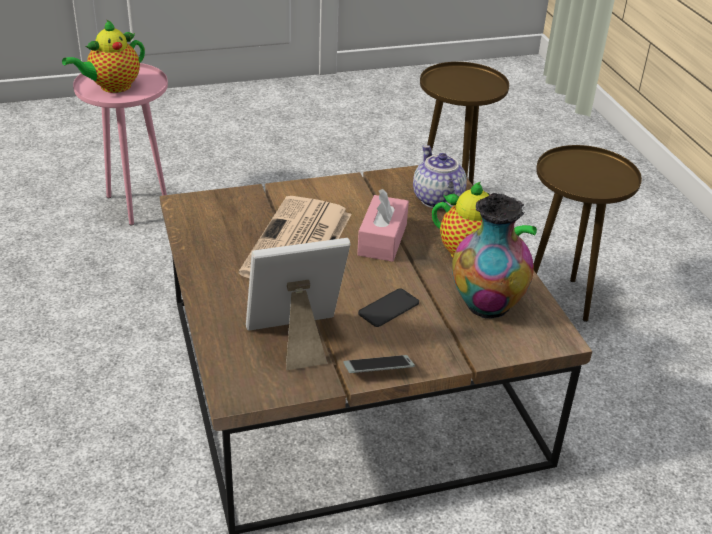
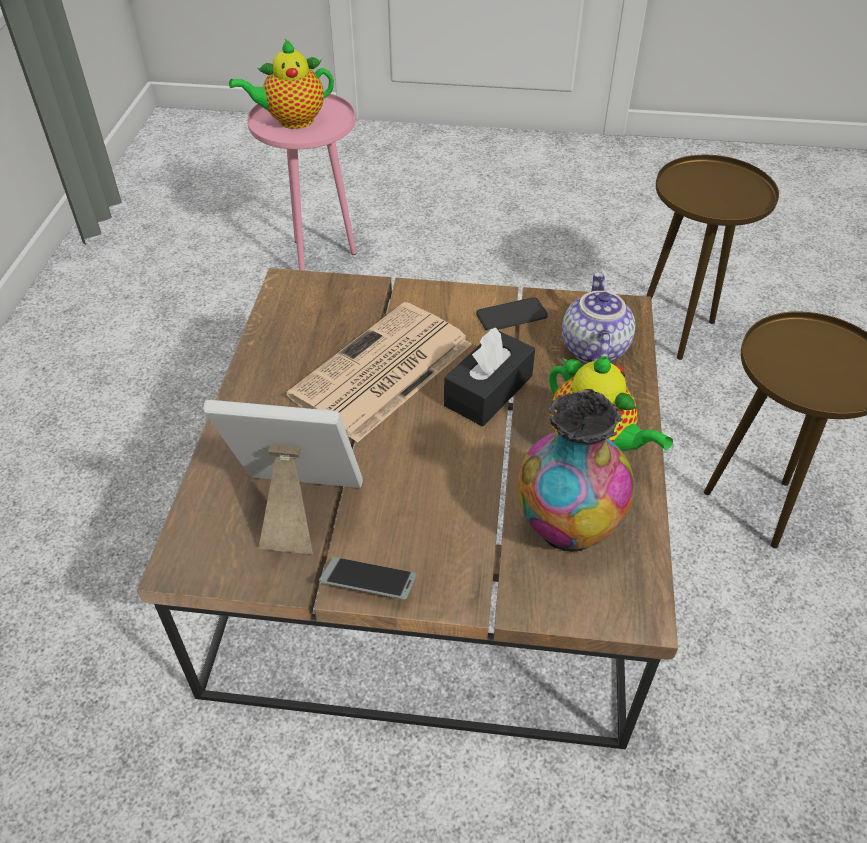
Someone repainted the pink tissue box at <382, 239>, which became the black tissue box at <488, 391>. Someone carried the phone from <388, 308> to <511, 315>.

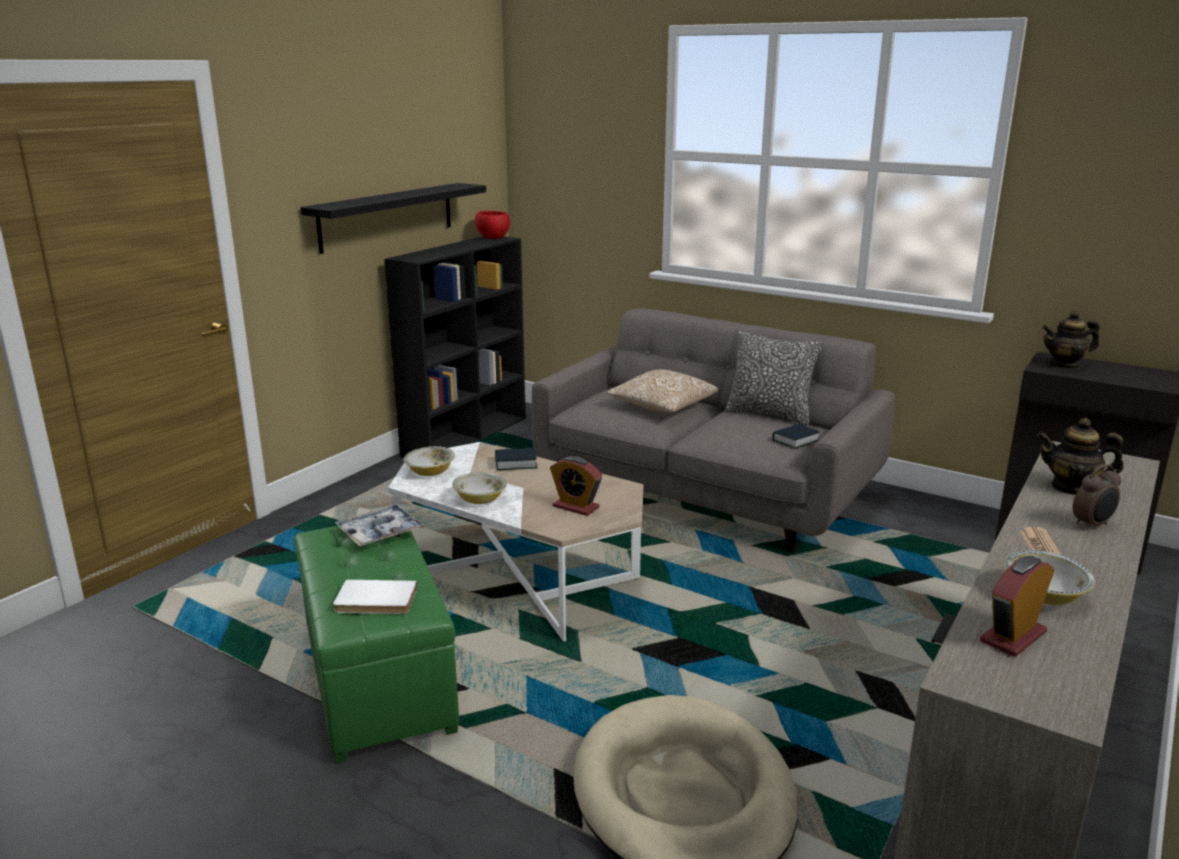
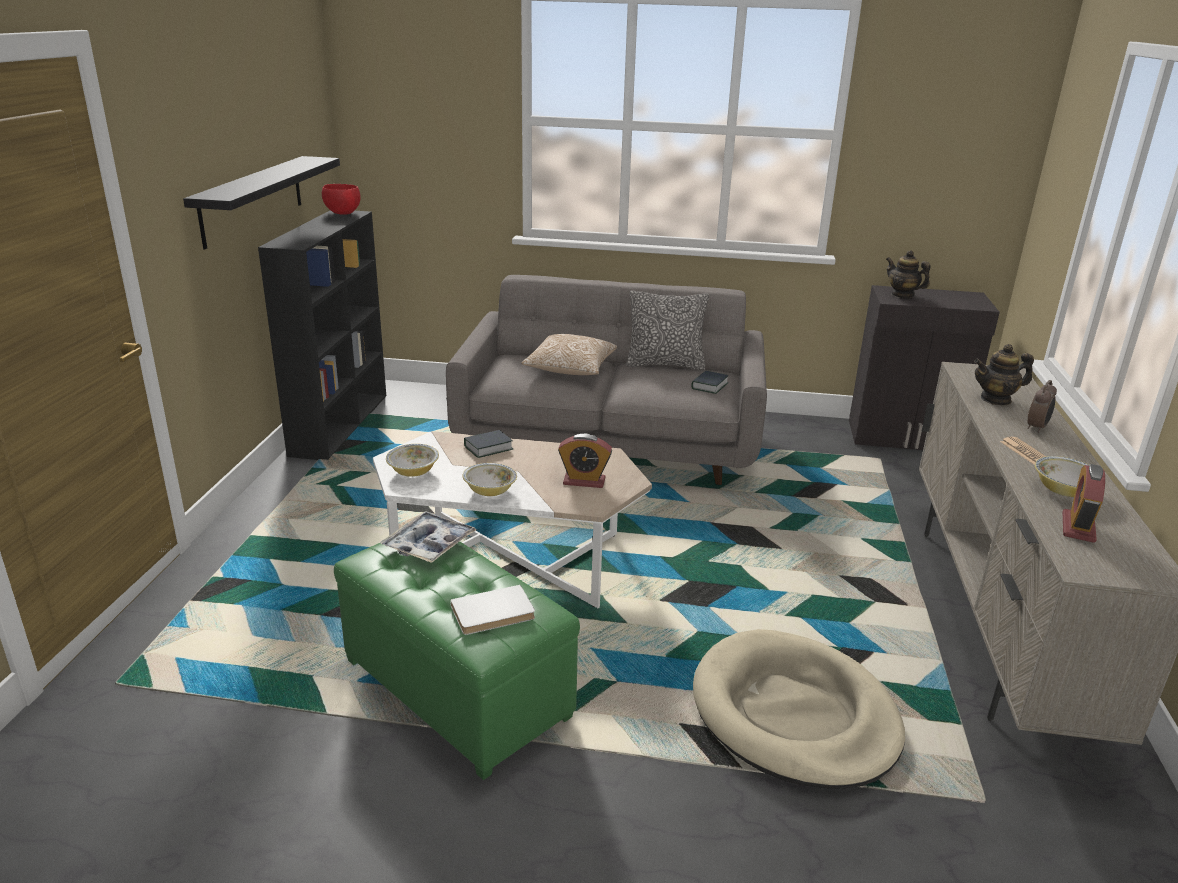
Someone rotated the teapot at <1065, 365> by 75 degrees clockwise.

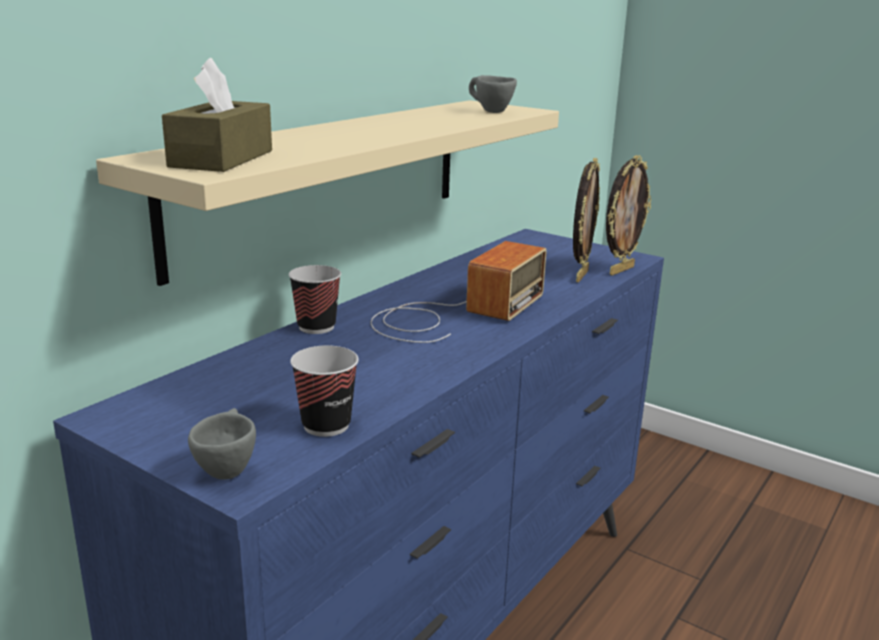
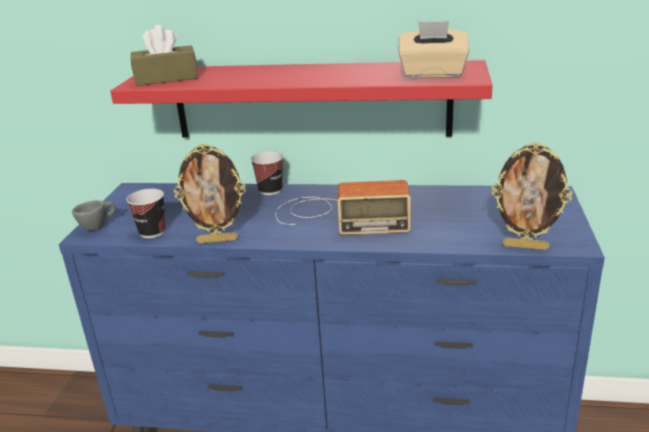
Someone repainted the beige shelf at <327, 179>, which became the red shelf at <310, 100>. Someone swapped the grey cup at <488, 111> for the beige tissue box at <432, 74>. Someone carried the picture frame from <580, 275> to <218, 240>.

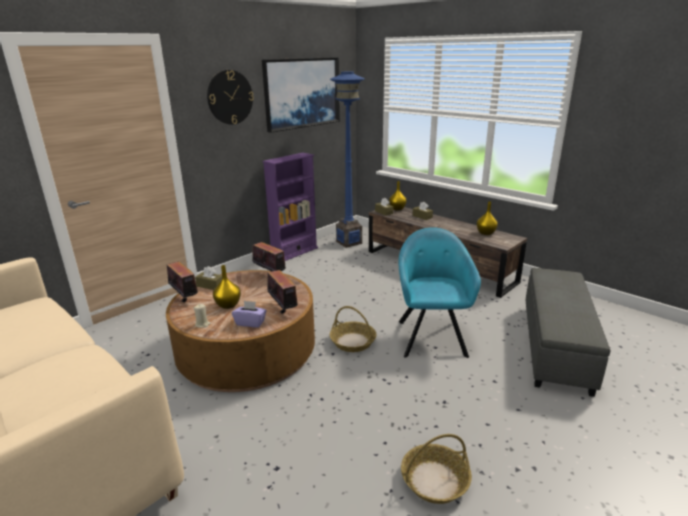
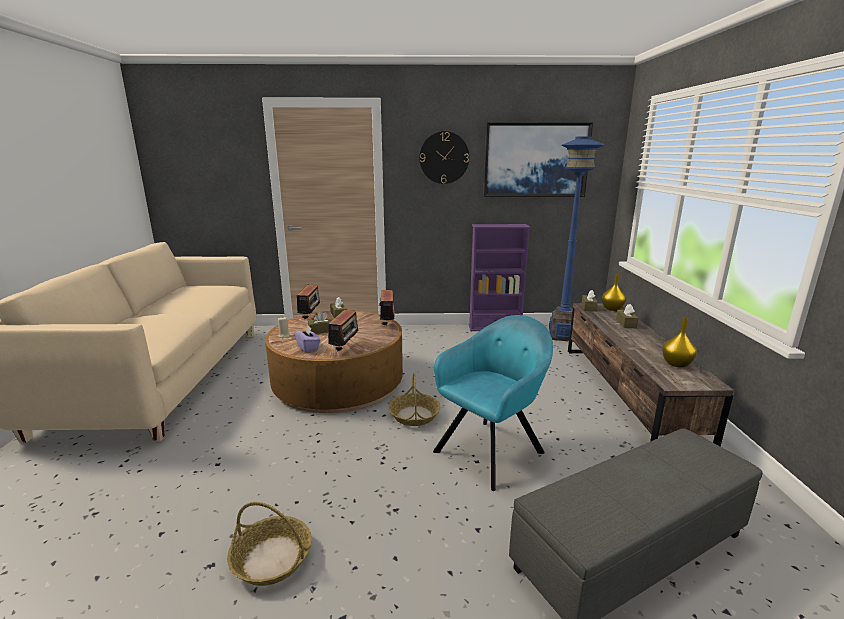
Someone swapped the yellow vase at <228, 305> for the brown tissue box at <321, 330>.

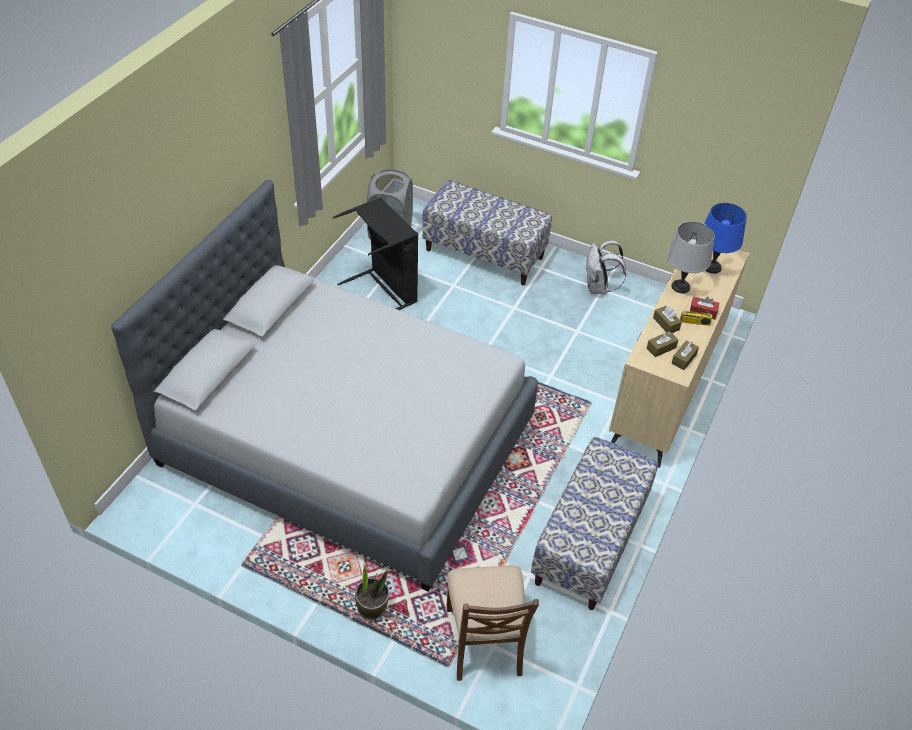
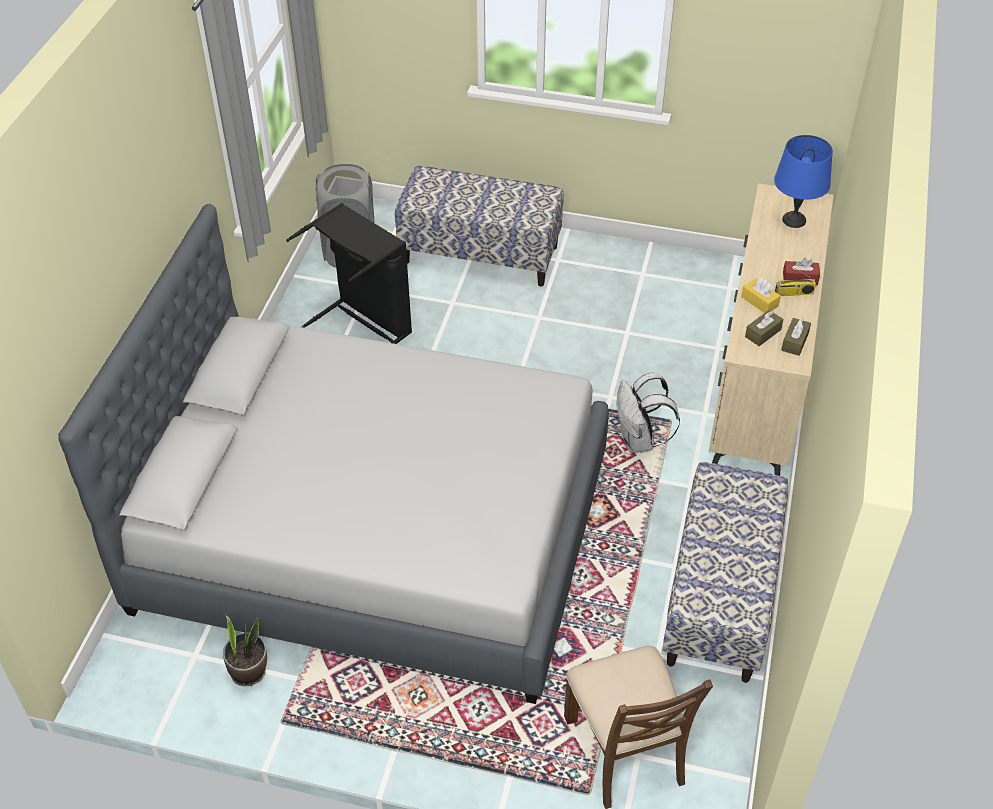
Someone carried the potted plant from <372, 608> to <249, 671>. Someone carried the white backpack from <598, 288> to <639, 441>. Someone repainted the brown tissue box at <666, 324>, which became the yellow tissue box at <759, 301>. Someone took away the grey table lamp at <680, 286>.

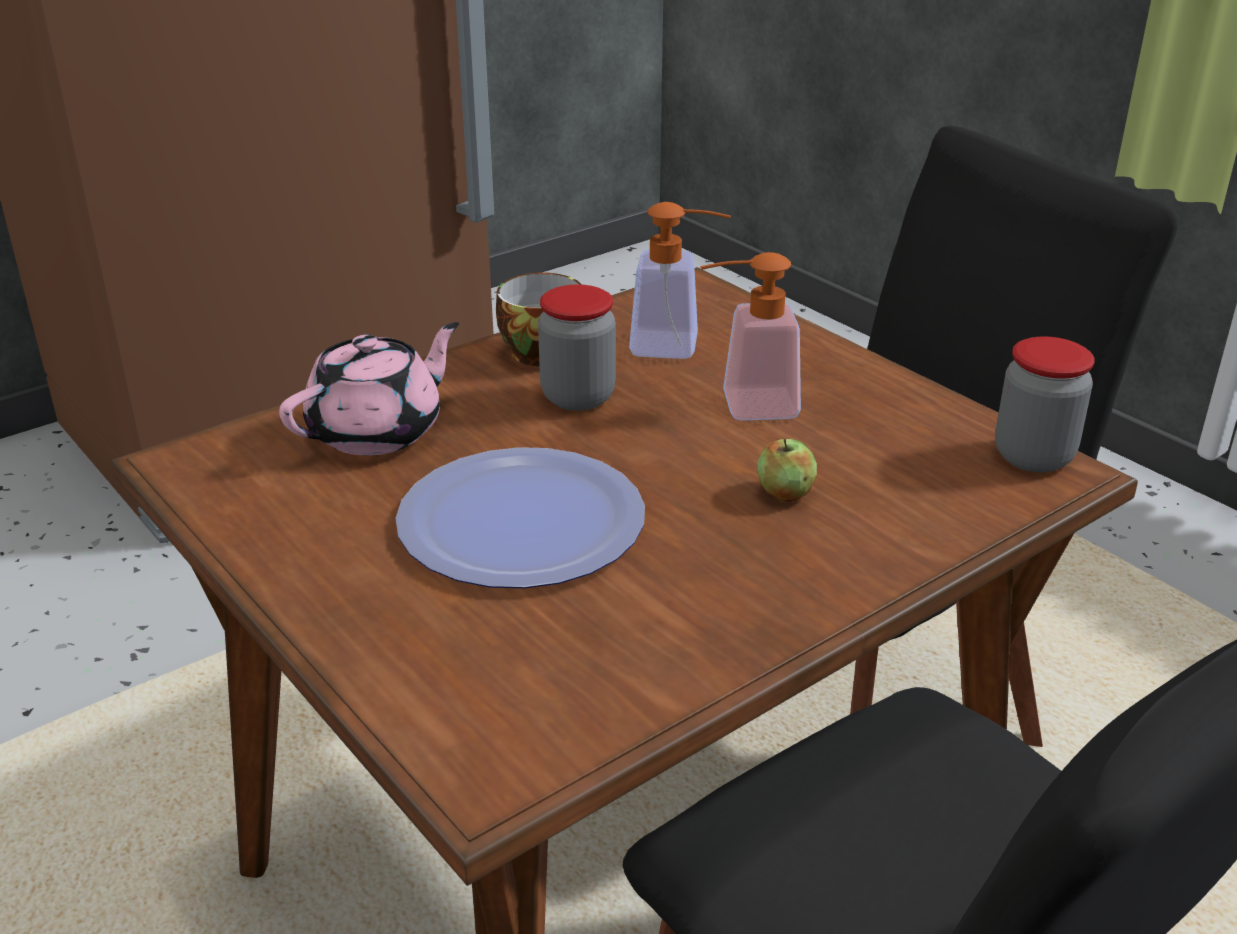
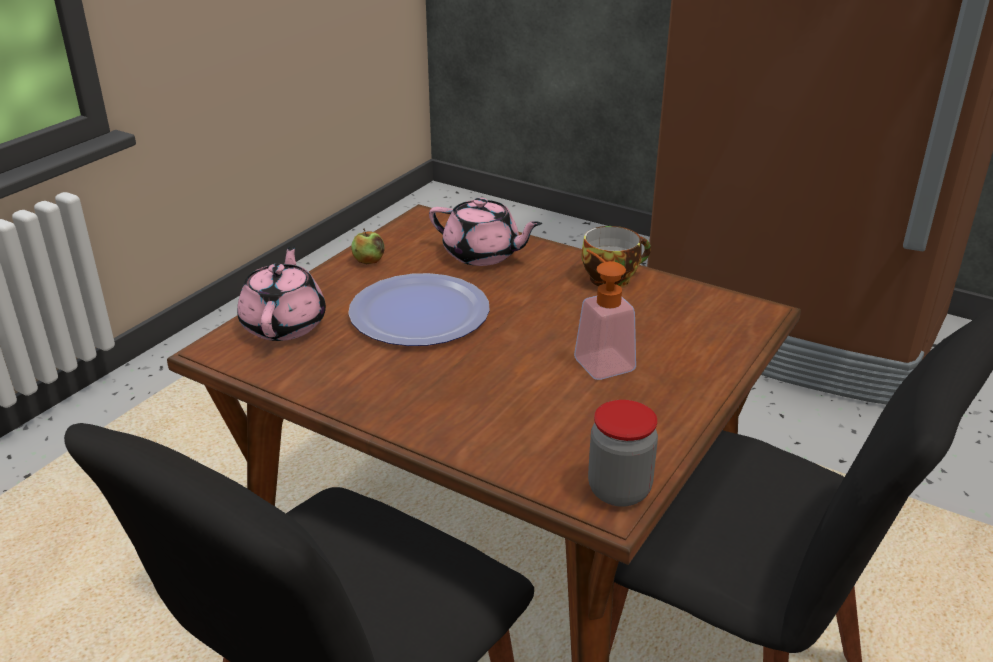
Someone took away the jar at <578, 397>. Someone took away the soap dispenser at <678, 347>. Someone carried the apple from <785, 493> to <369, 260>. Someone put down the pink teapot at <285, 324>.

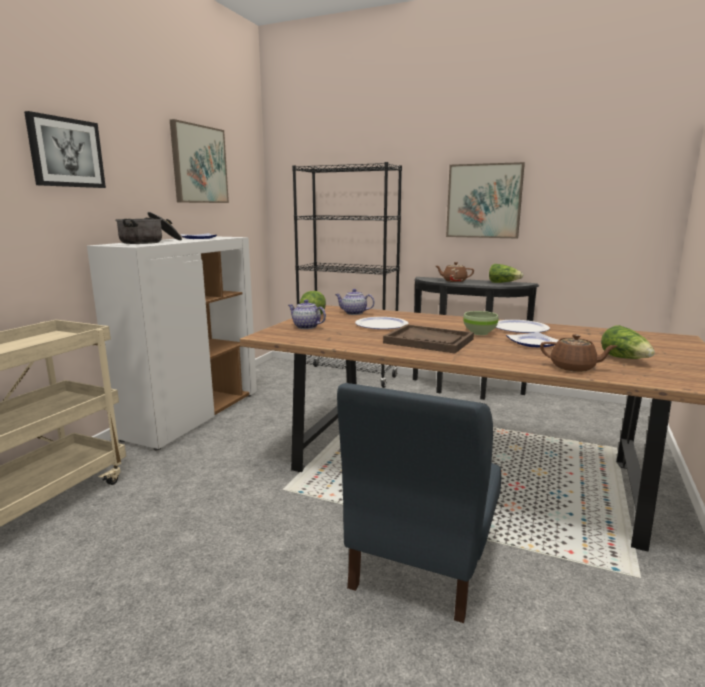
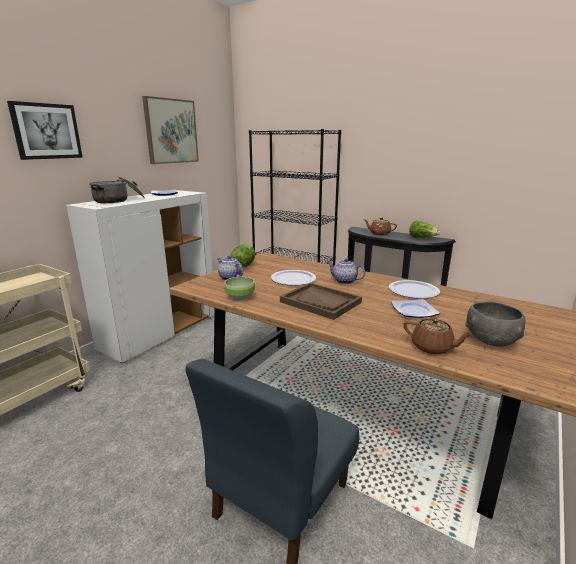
Someone carried the teapot from <353, 313> to <344, 281>. Someone took away the picture at <484, 201>. Someone carried the green bowl from <480, 333> to <240, 297>. Someone swapped the lettuce at <625, 359> for the grey bowl at <491, 340>.

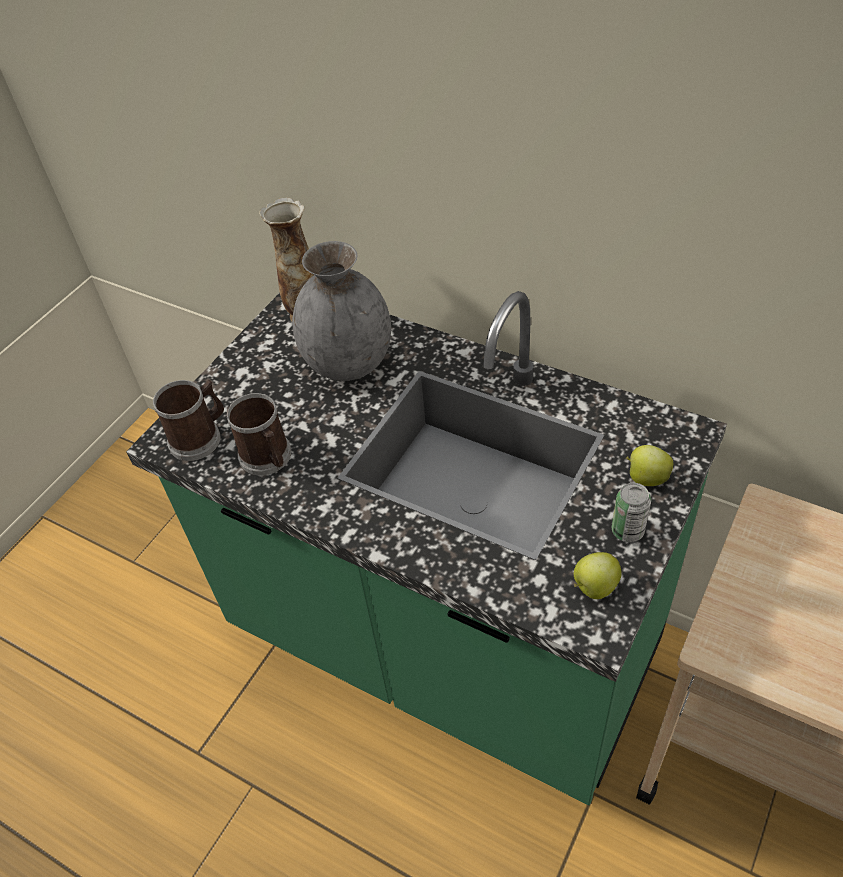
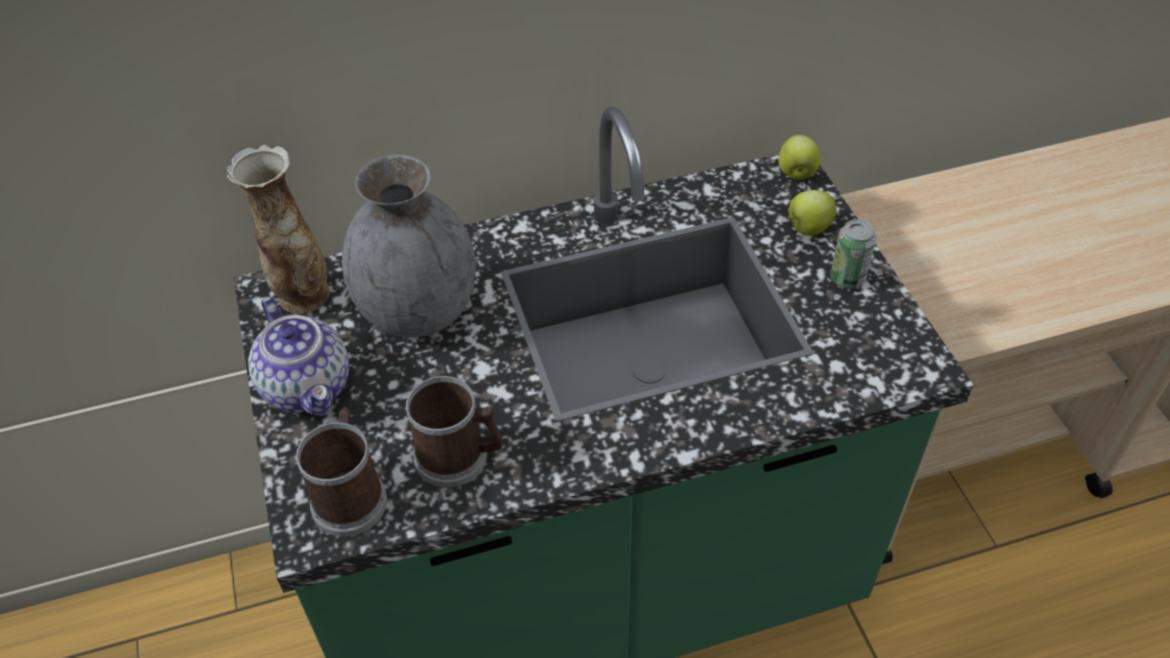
Someone carried the apple from <594, 587> to <796, 174>. Someone put down the teapot at <308, 387>.

